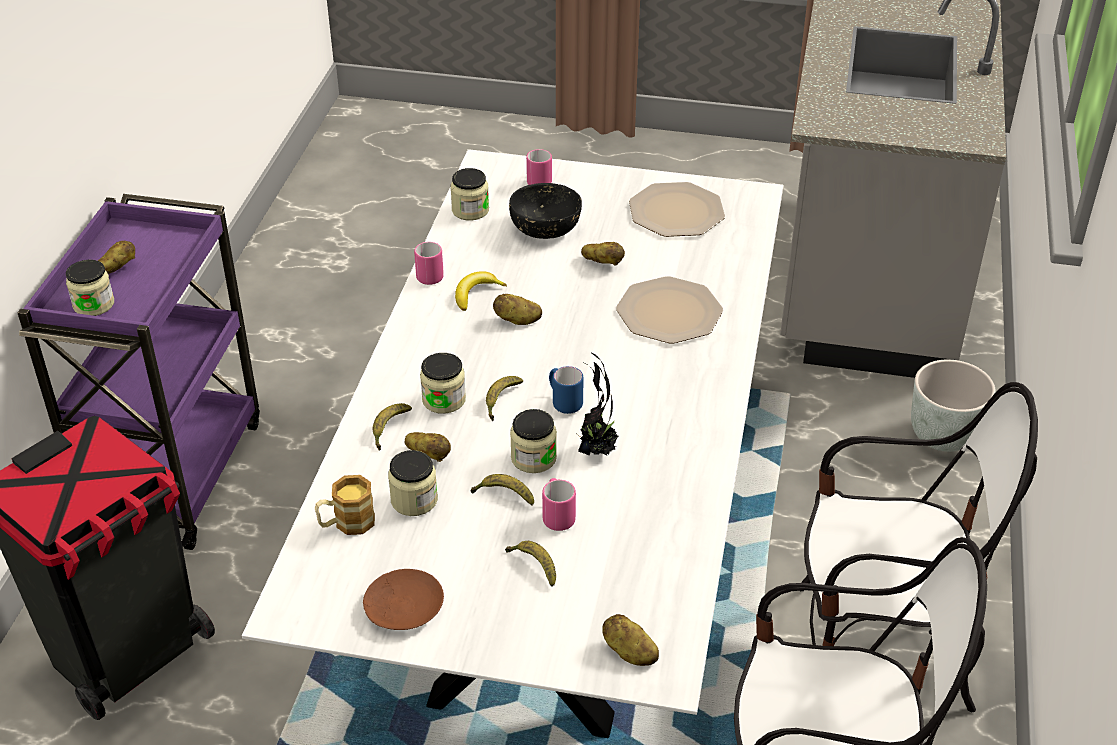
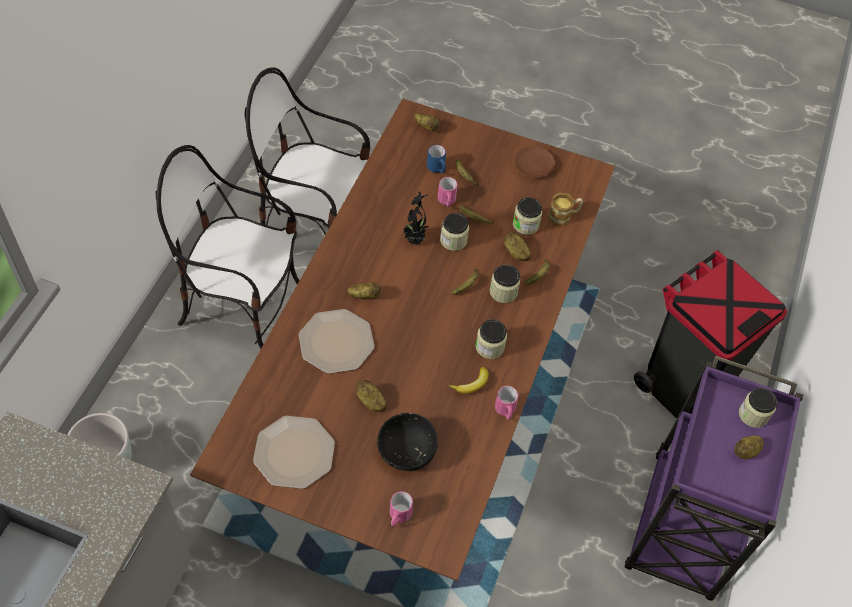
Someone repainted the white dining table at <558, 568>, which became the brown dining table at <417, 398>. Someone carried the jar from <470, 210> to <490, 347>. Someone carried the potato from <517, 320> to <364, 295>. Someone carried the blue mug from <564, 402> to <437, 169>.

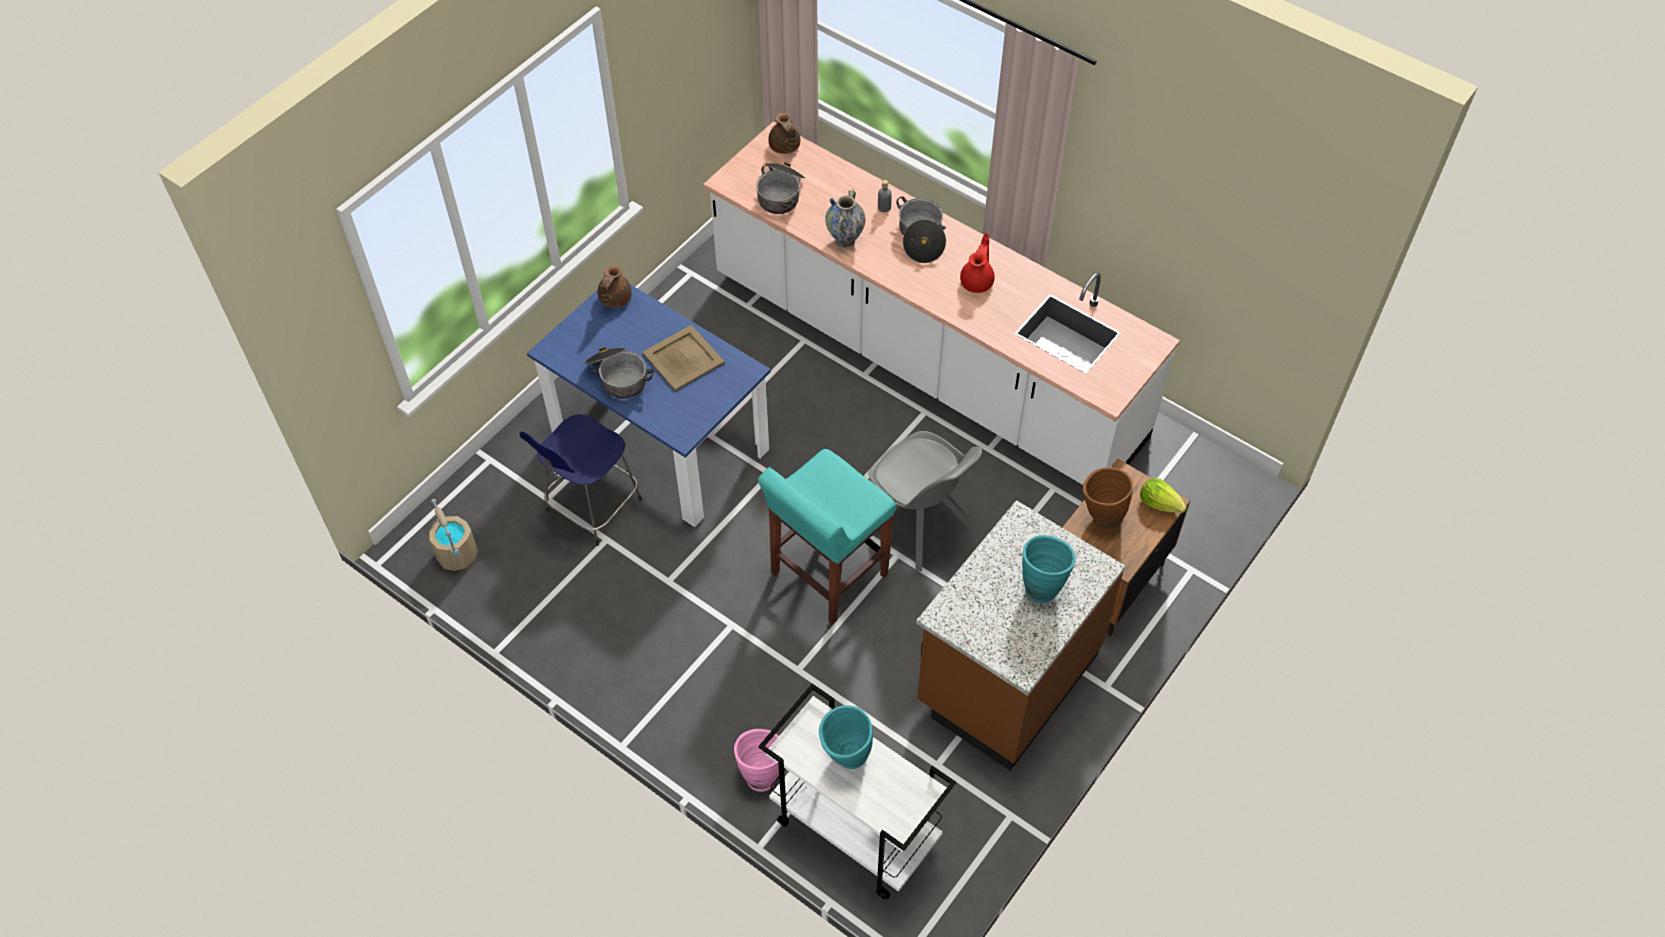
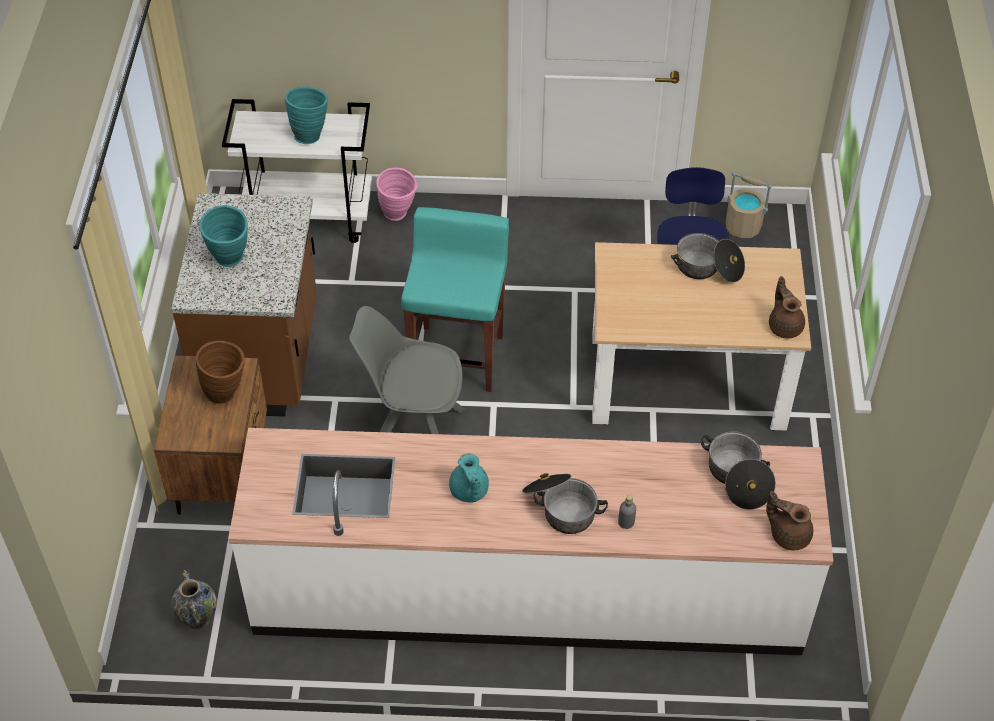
Someone repainted the blue dining table at <660, 442>, which became the beige dining table at <686, 381>. Someone took away the beige tray at <682, 358>. Someone carried the vase from <845, 240> to <198, 619>. Someone repainted the red teapot at <977, 281>, which became the turquoise teapot at <469, 491>. Someone took away the lettuce at <1160, 503>.

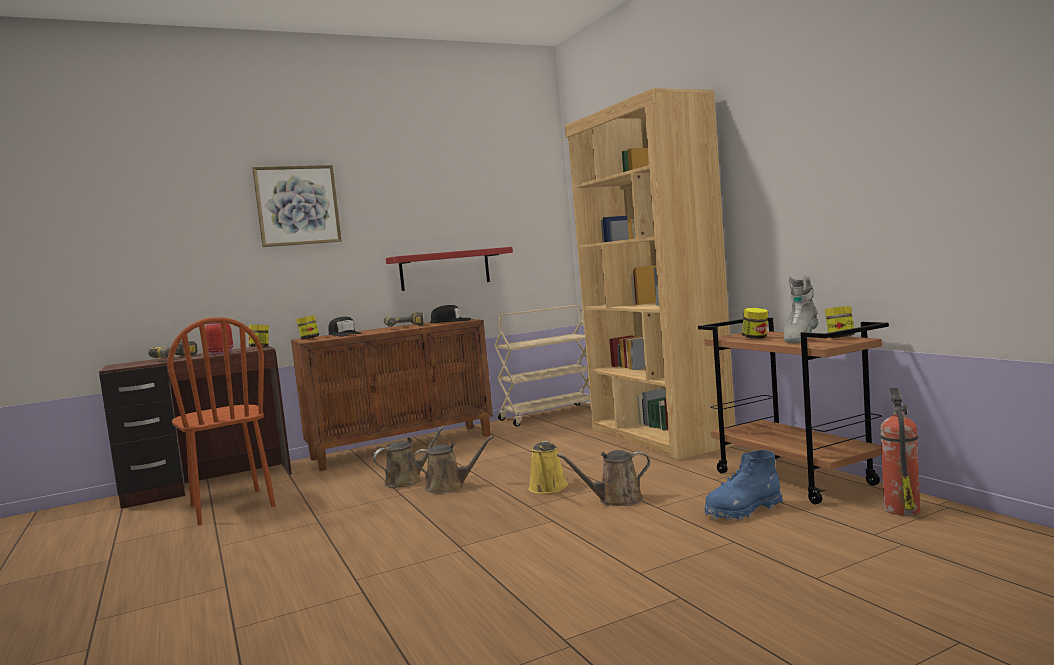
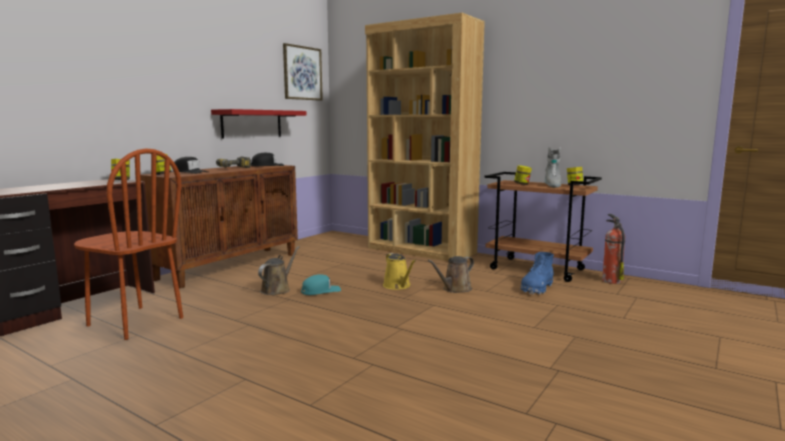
Someone took away the power drill at <178, 358>. Someone took away the red jar at <221, 353>. Someone carried the picture from <297, 205> to <302, 73>. Someone swapped the brown watering can at <449, 487> for the turquoise cap at <321, 291>. Someone took away the beige cart at <549, 414>.

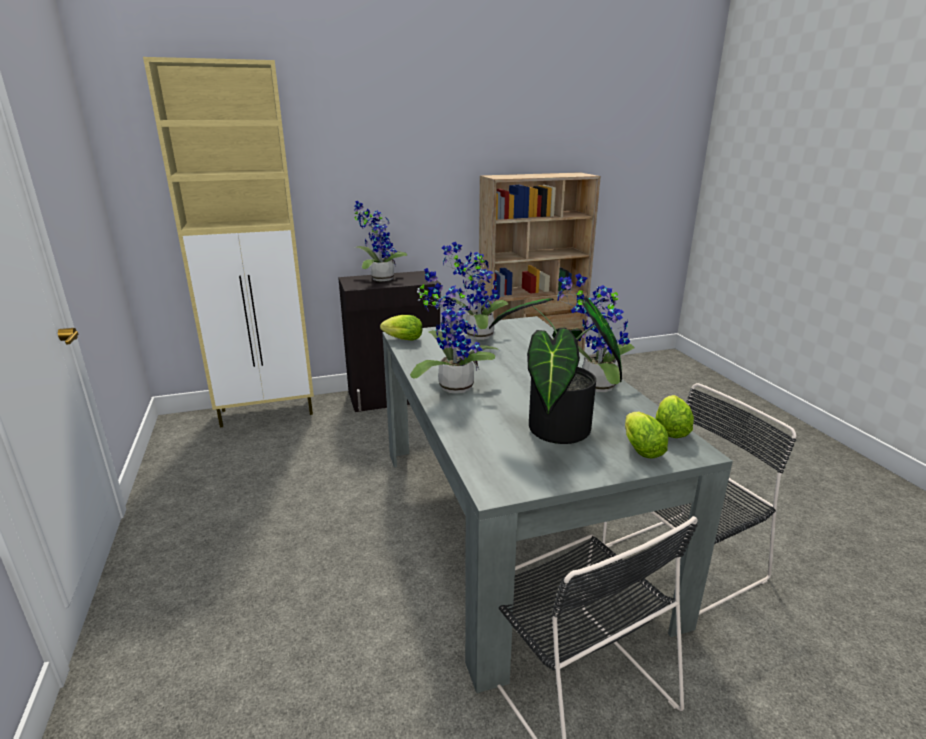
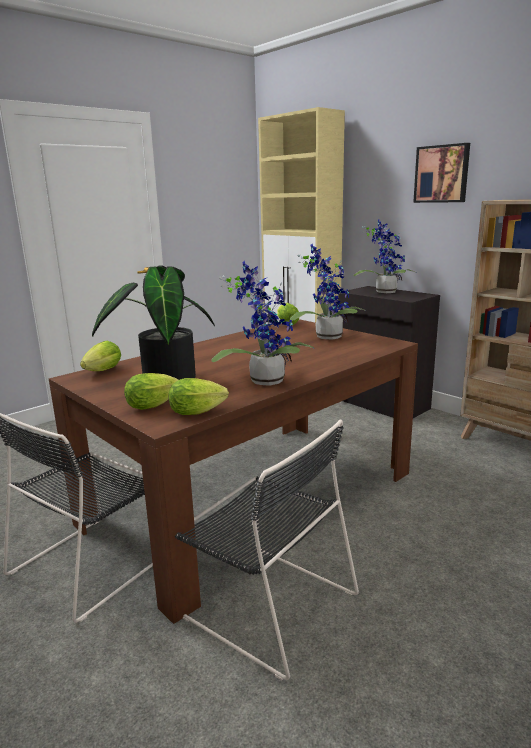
Someone repainted the grey dining table at <511, 525>, which became the brown dining table at <252, 497>. Someone took away the potted plant at <452, 386>. Someone put down the lettuce at <101, 372>. Someone put up the picture at <442, 174>.

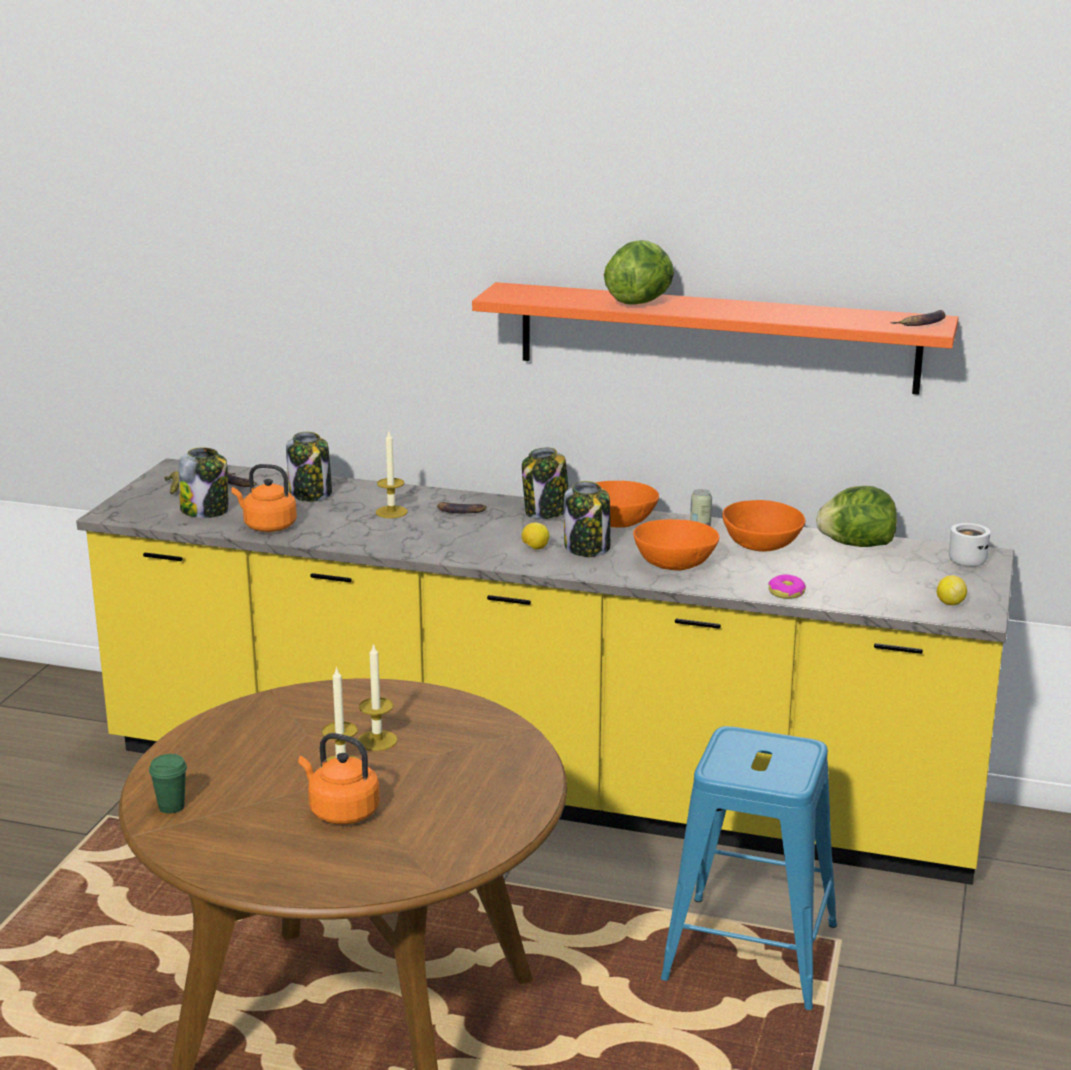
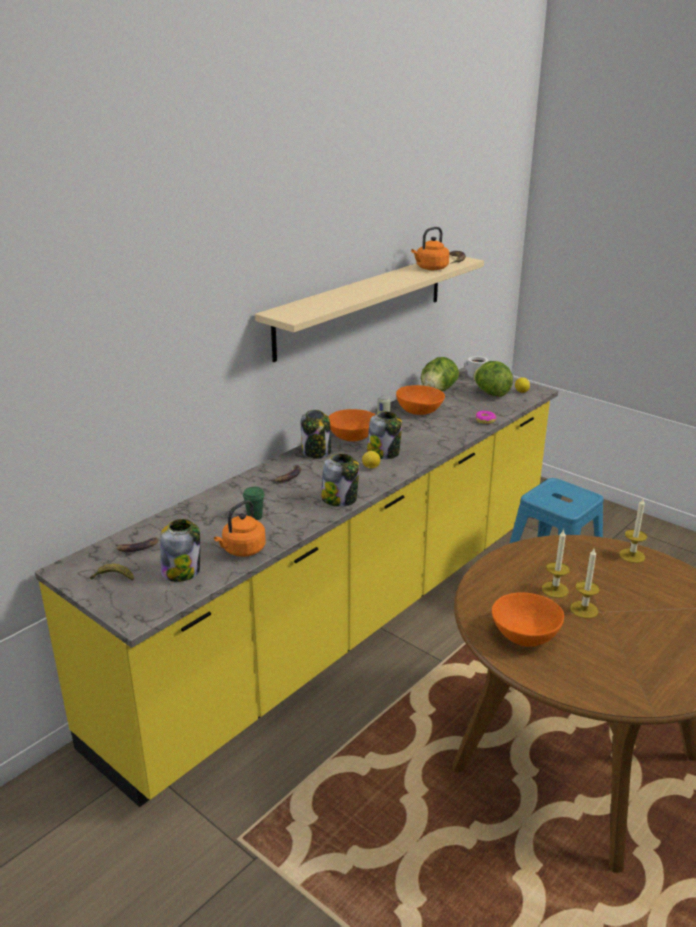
Someone carried the green cup from <171, 807> to <255, 517>. Someone carried the jar from <311, 494> to <340, 499>. Someone carried the orange kettle from <341, 812> to <430, 268>. Someone carried the candle from <391, 512> to <632, 556>. Someone repainted the orange shelf at <717, 337>, which became the beige shelf at <362, 304>. Someone carried the lettuce from <640, 302> to <491, 393>. Someone carried the orange bowl from <674, 563> to <524, 634>.

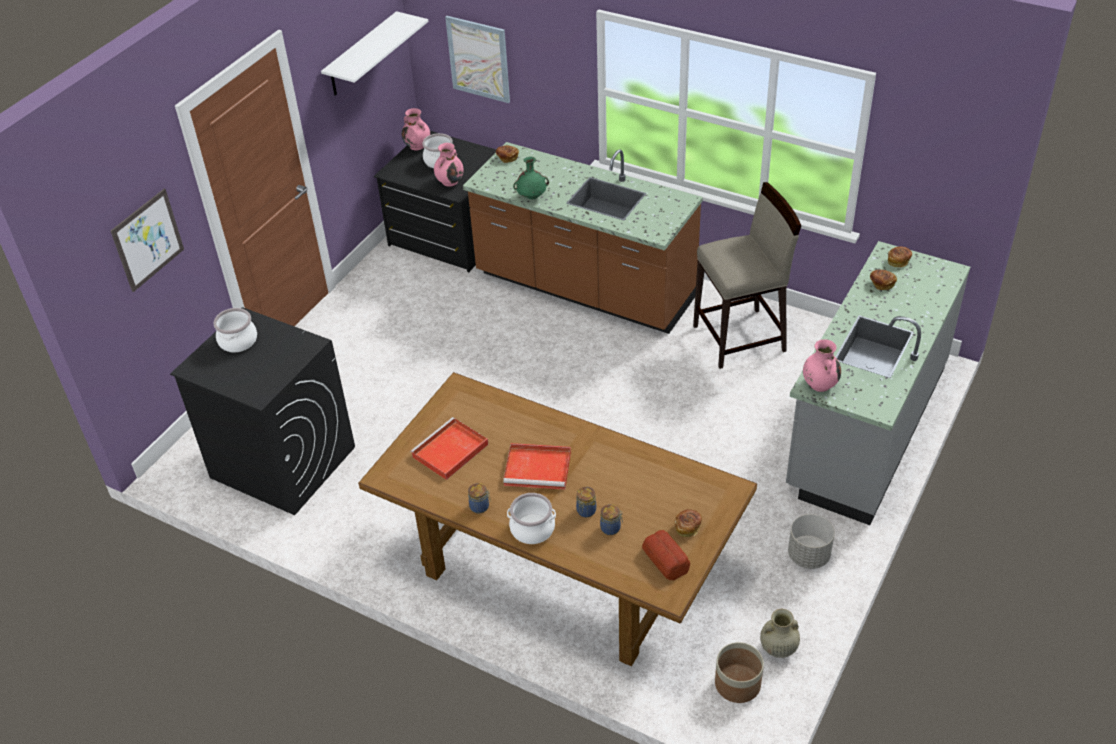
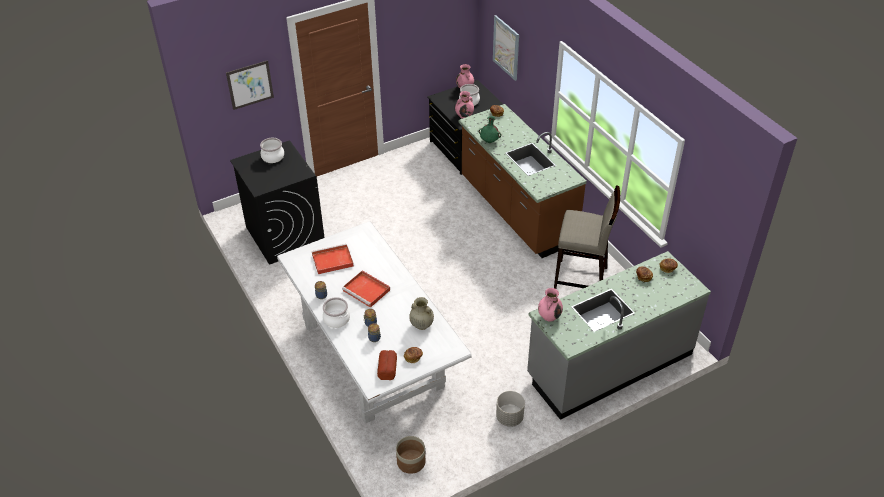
Someone took away the white shelf at <362, 55>. Someone repainted the brown dining table at <559, 567>, which became the white dining table at <372, 355>. Someone carried the beige vase from <778, 649> to <421, 325>.

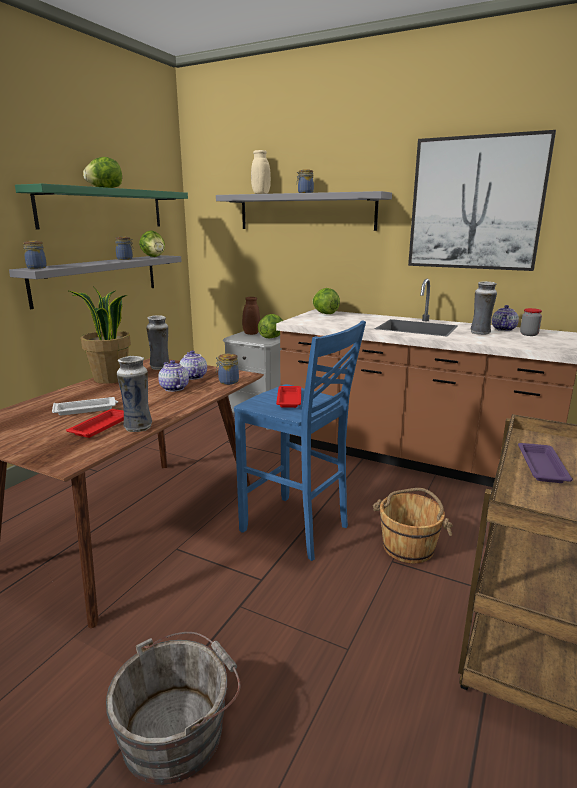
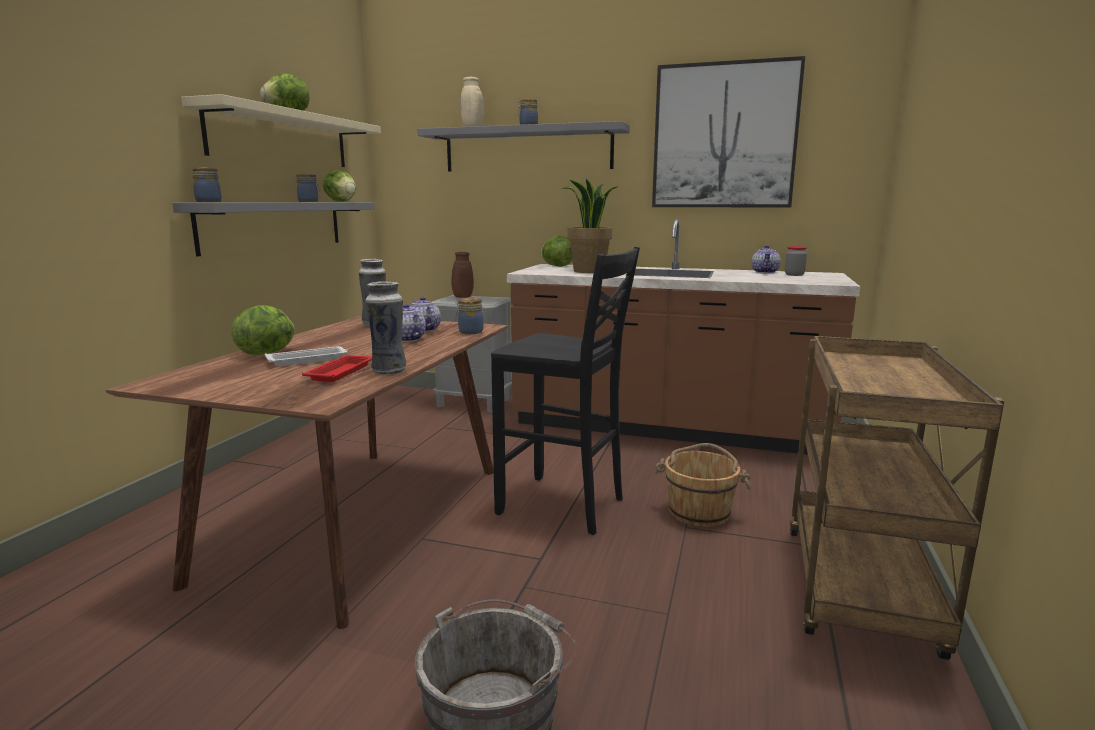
Someone repainted the green shelf at <103, 208>, which became the beige shelf at <281, 138>. Someone carried the potted plant from <110, 379> to <589, 271>. Someone repainted the blue stool at <297, 529>, which became the black stool at <564, 506>. Someone carried the lettuce from <272, 337> to <268, 353>. Someone took away the red tray at <289, 399>. Someone took away the vase at <480, 333>. Someone took away the purple tray at <541, 466>.

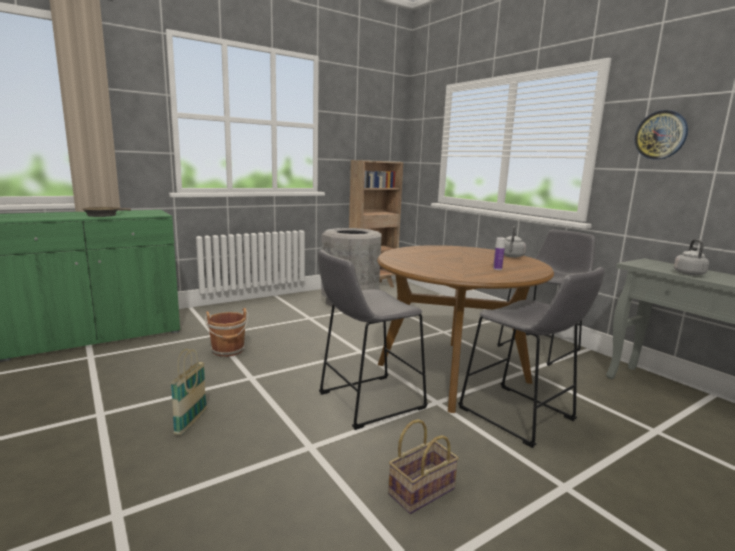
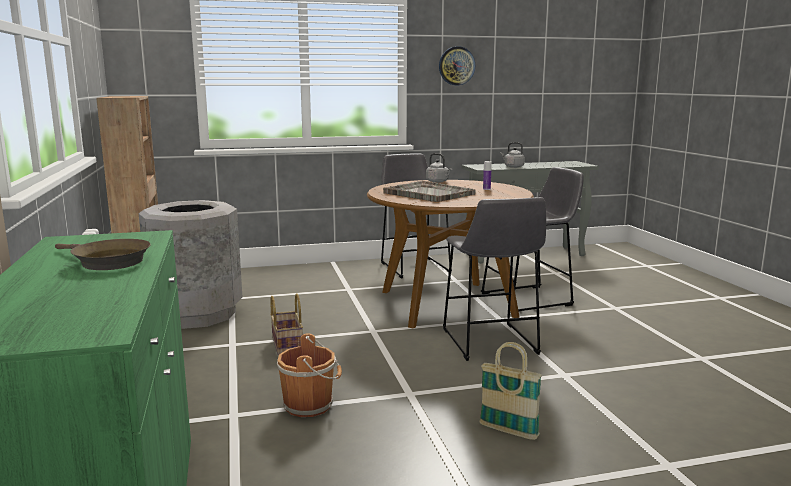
Someone carried the basket from <422, 490> to <286, 345>. Someone put down the grey tray at <428, 193>.

